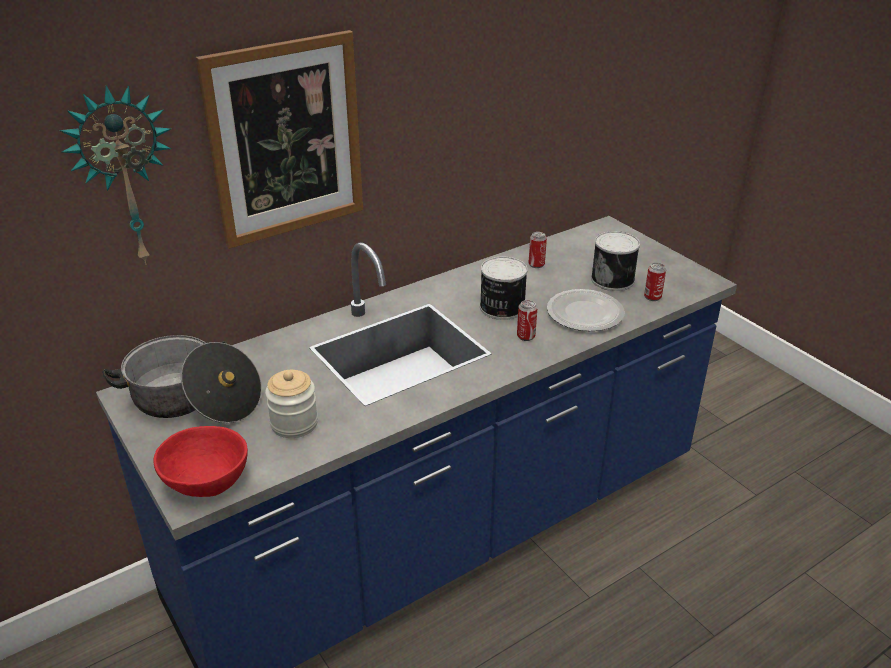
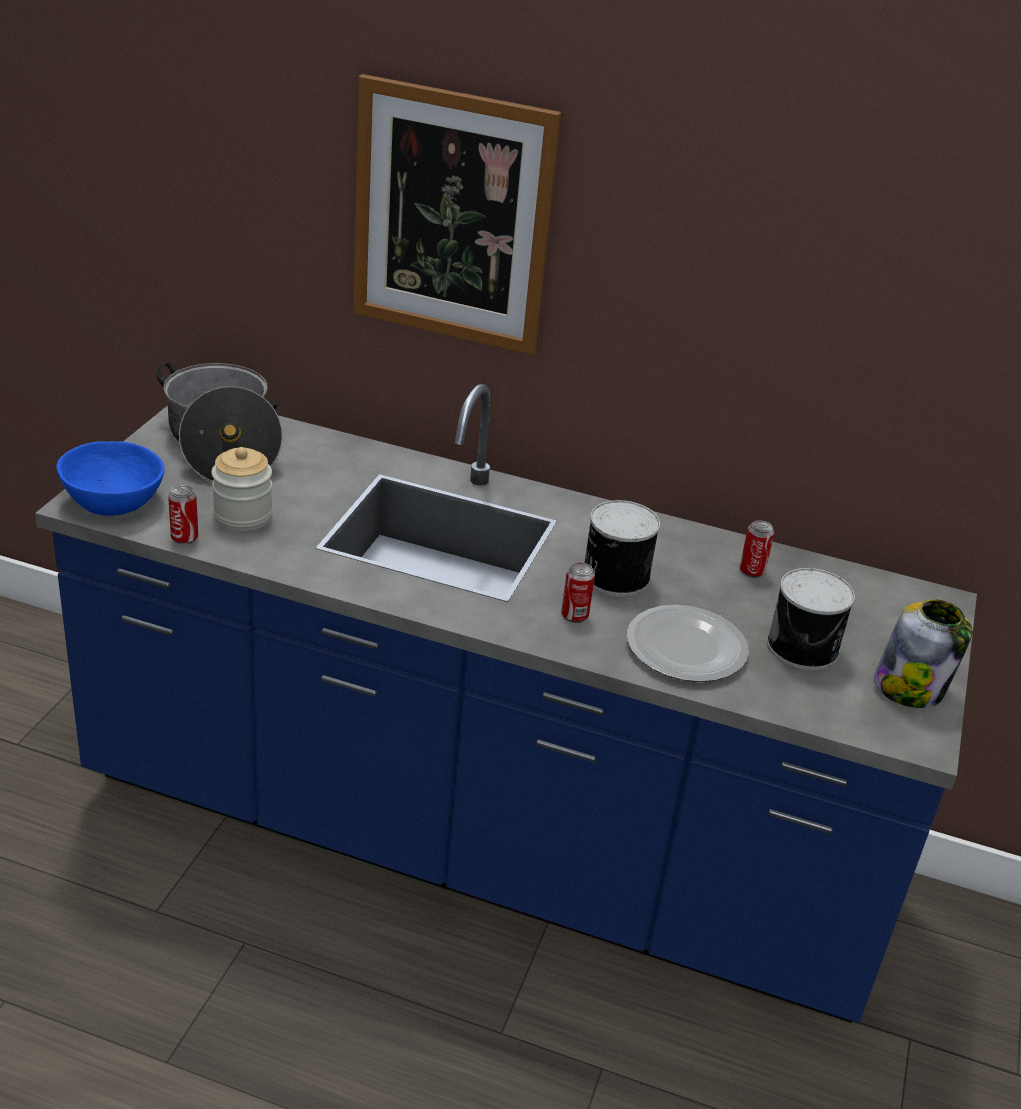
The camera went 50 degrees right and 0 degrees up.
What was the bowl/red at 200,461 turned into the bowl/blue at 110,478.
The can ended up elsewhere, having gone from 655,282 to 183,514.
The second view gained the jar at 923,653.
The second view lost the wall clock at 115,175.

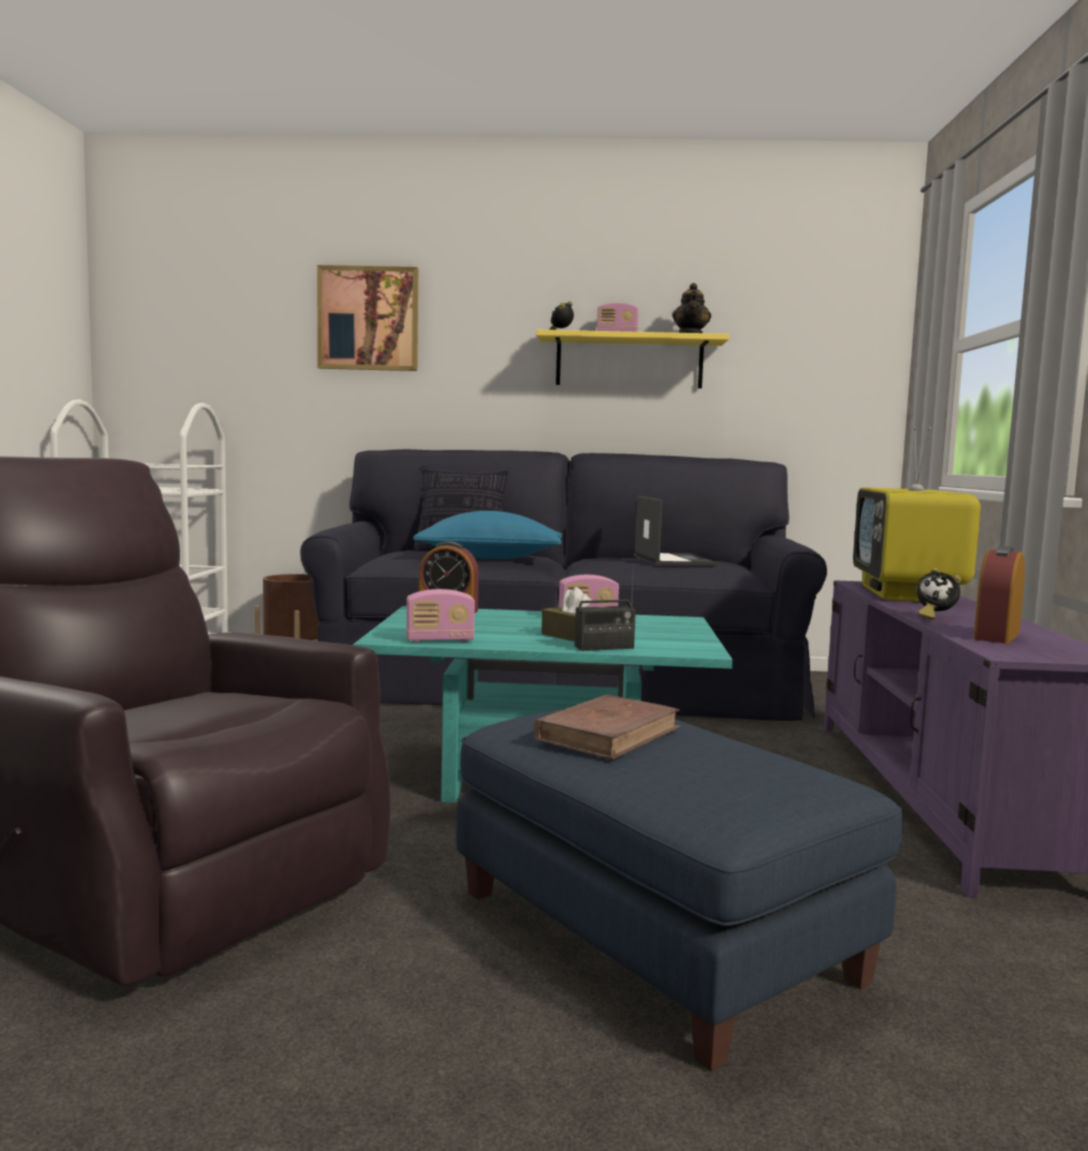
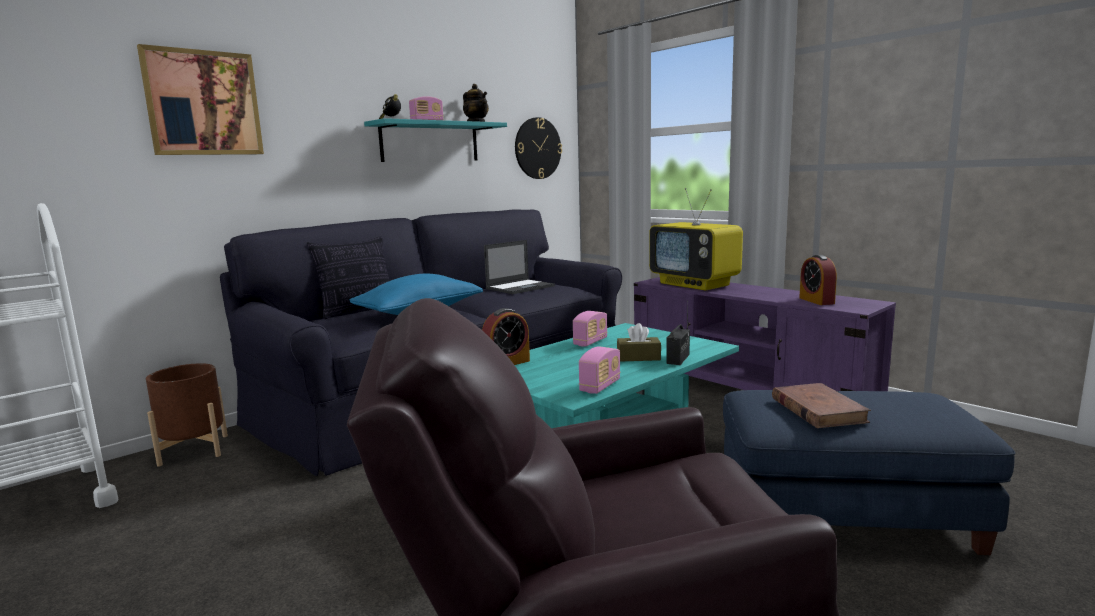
The camera went 45 degrees left and 5 degrees up.
What was the shelf/yellow at 633,359 turned into the shelf/turquoise at 435,140.
The laptop at 676,531 ended up facing another way, 105 degrees clockwise from before.
The second view gained the wall clock at 538,148.
The second view lost the alarm clock at 938,594.

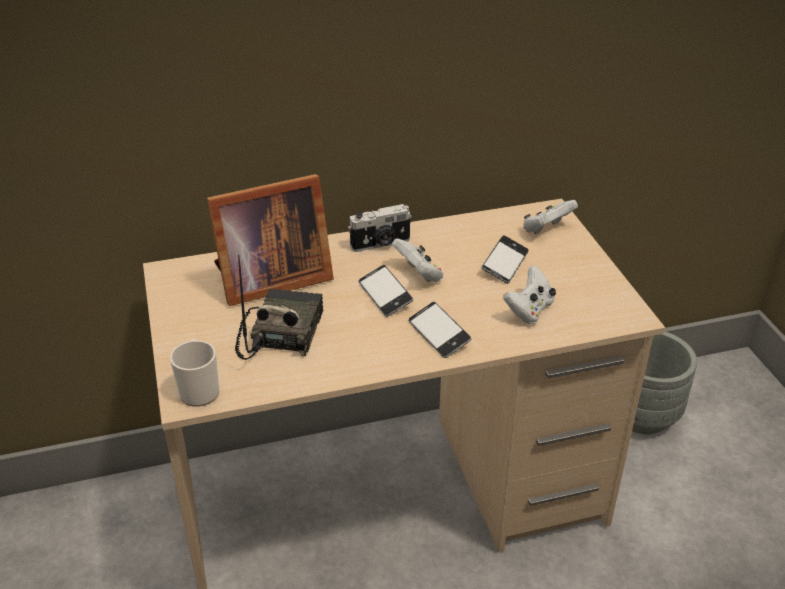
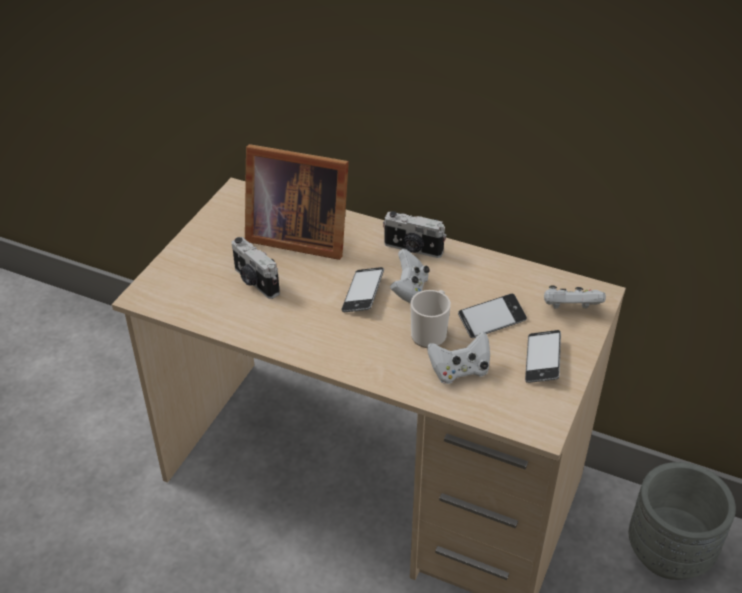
The camera went 40 degrees right and 5 degrees up.
Where the radio stood at 279,307, the photo camera came to stand at 256,268.
The mug ended up elsewhere, having gone from 194,373 to 430,319.
The phone ended up elsewhere, having gone from 440,330 to 543,356.

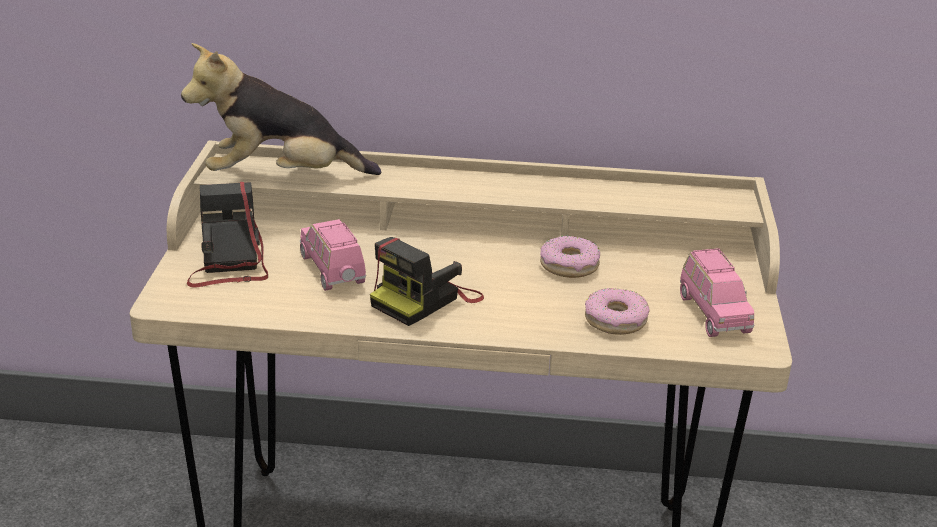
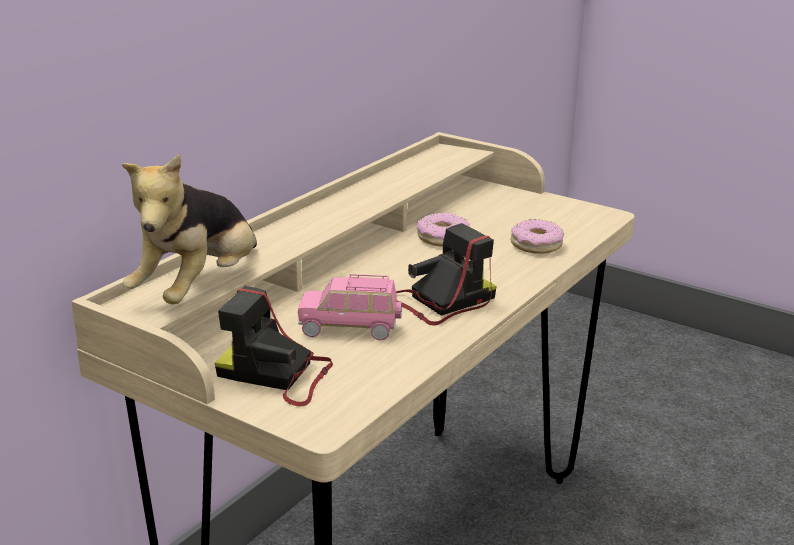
The camera went 60 degrees left and 5 degrees down.
The photo camera at 427,281 ended up facing another way, 105 degrees counterclockwise from before.
The second view lost the toy car/pink at 717,292.

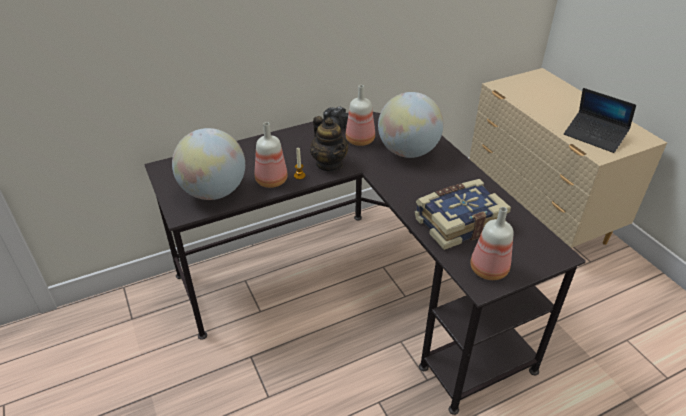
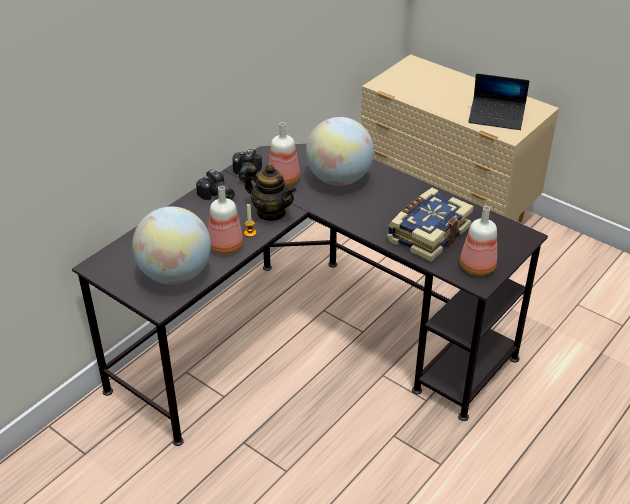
The camera went 25 degrees left and 0 degrees up.
The second view gained the photo camera at 215,184.

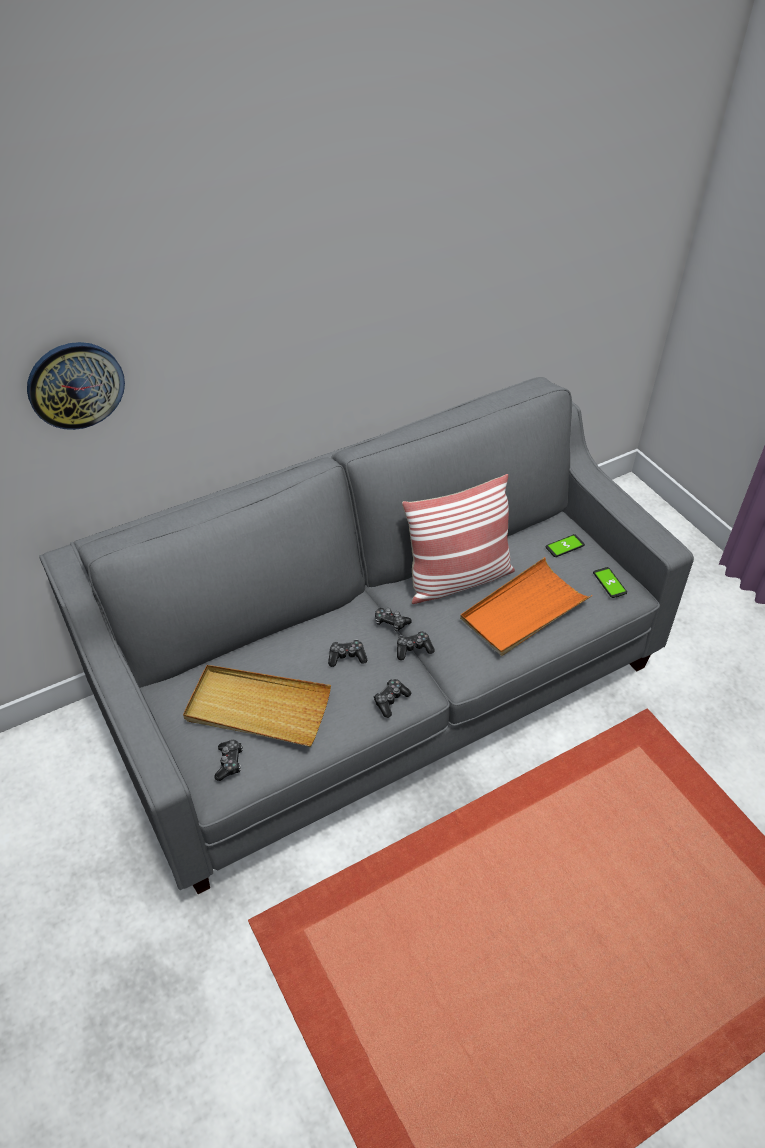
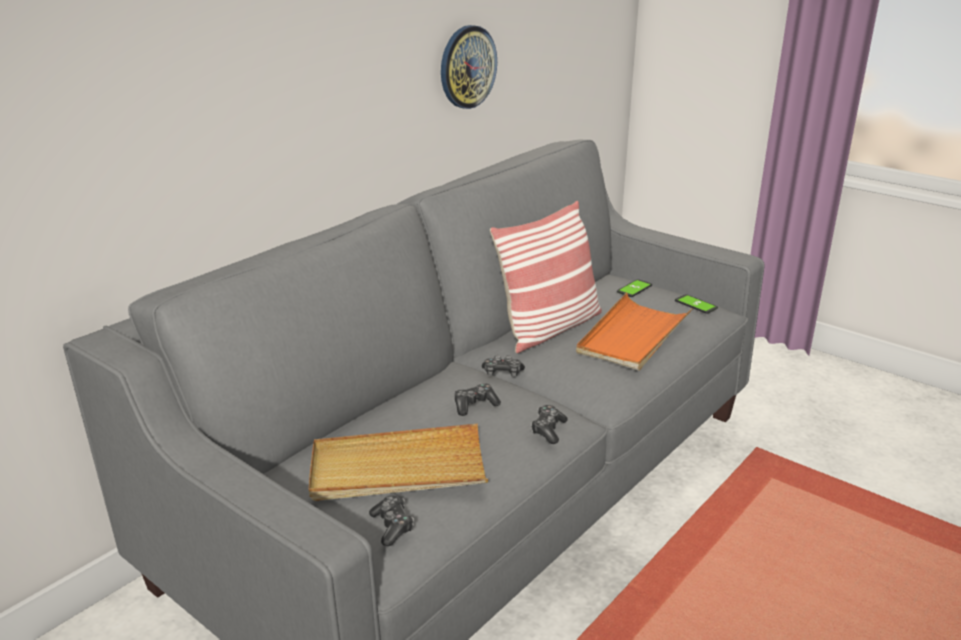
The camera went 20 degrees left and 20 degrees down.
The wall clock ended up elsewhere, having gone from 76,386 to 469,67.
The second view lost the game controller at 416,645.

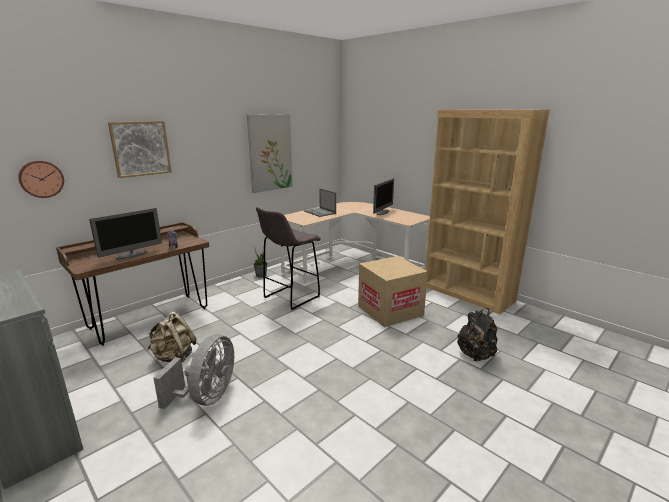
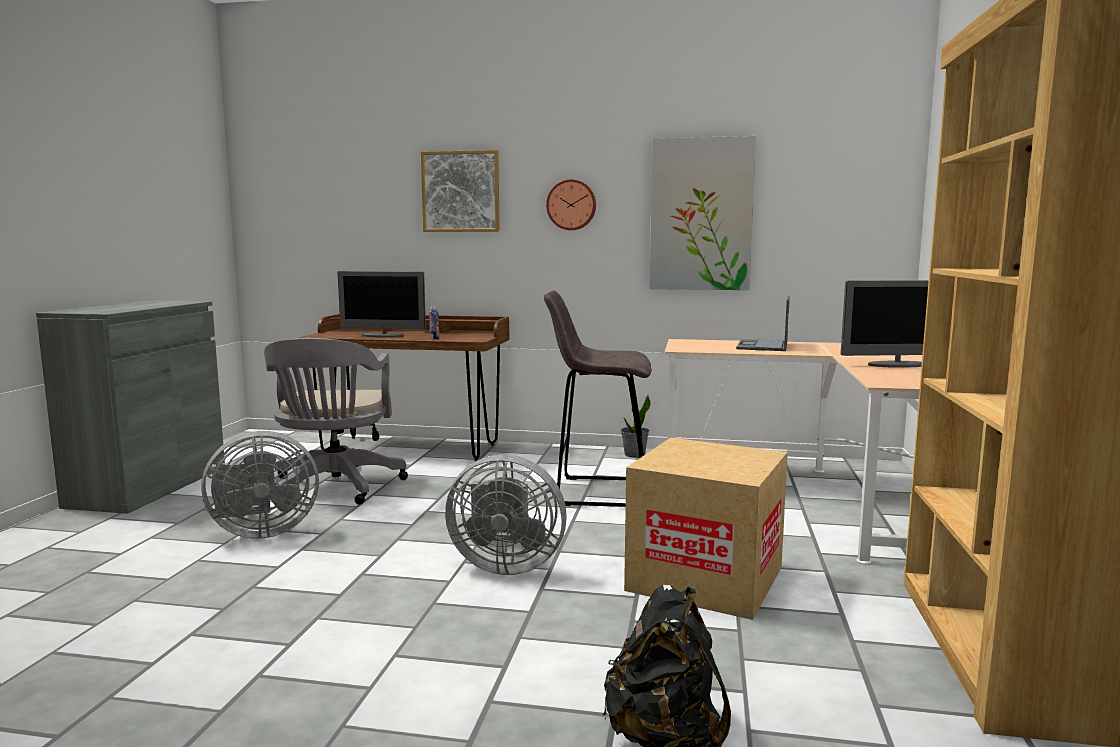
The camera went 55 degrees right and 10 degrees down.
Where the backpack/beige stood at 172,336, the office chair/grey came to stand at 336,421.
The second view gained the fan/grey at 506,514.
The wall clock ended up elsewhere, having gone from 41,179 to 571,204.

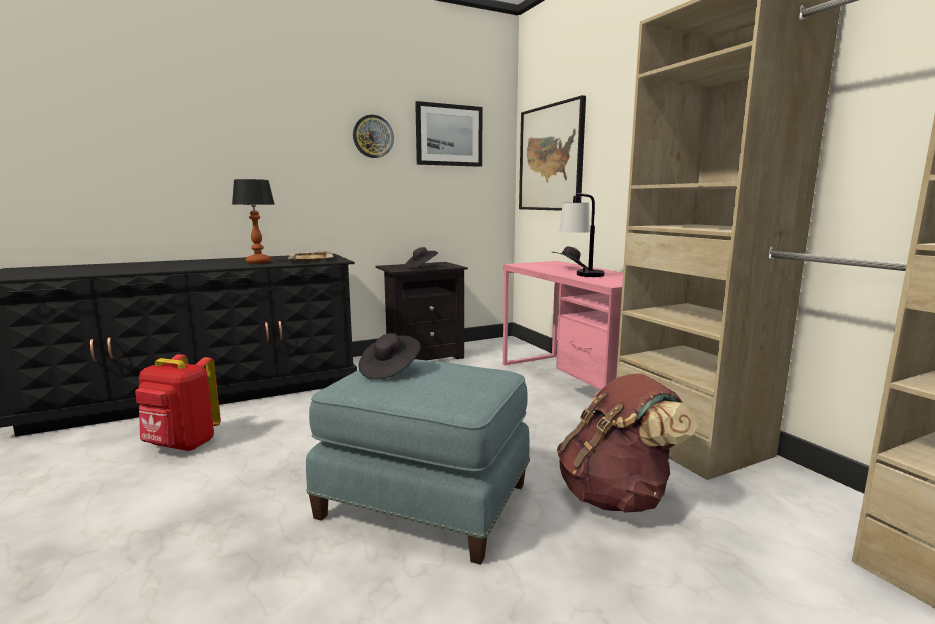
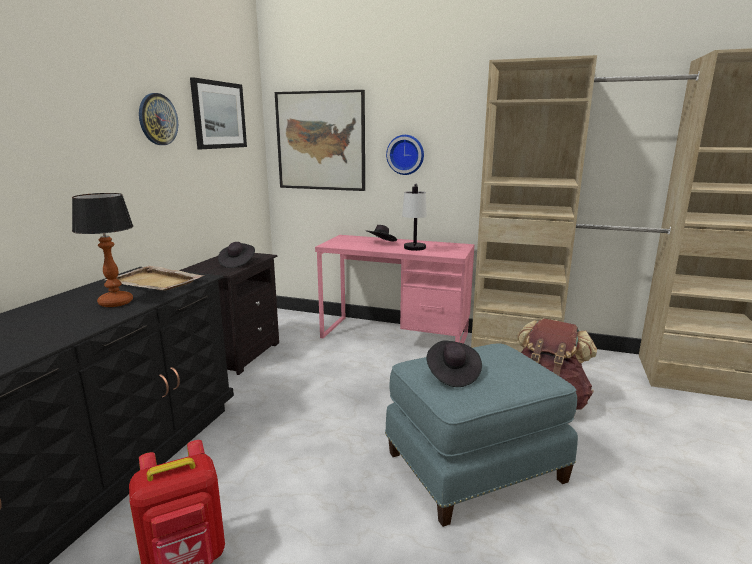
The camera went 45 degrees left and 5 degrees up.
The second view gained the wall clock at 405,155.

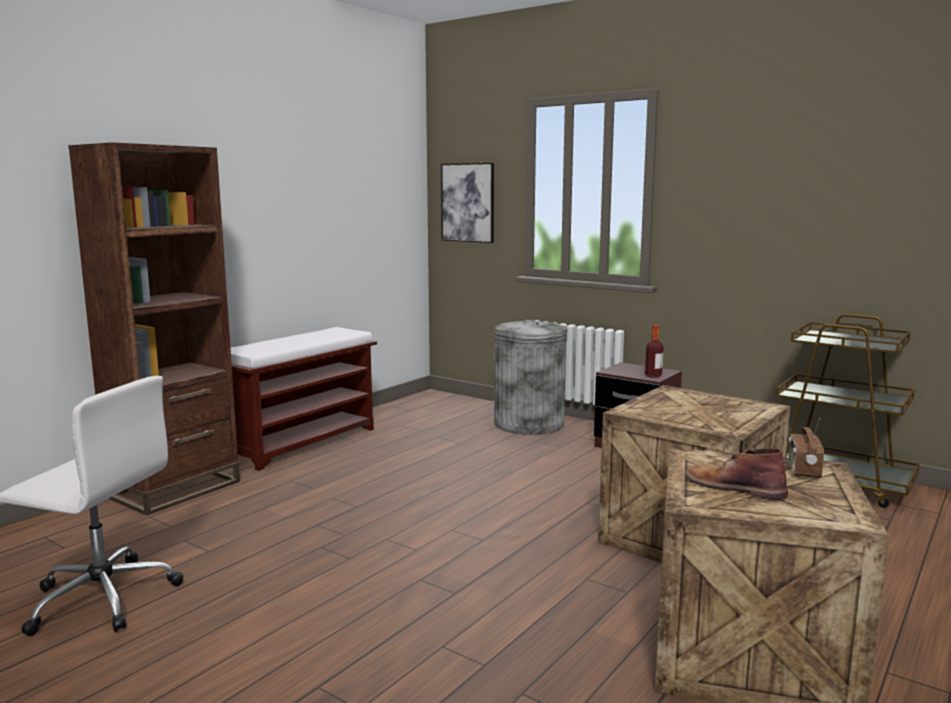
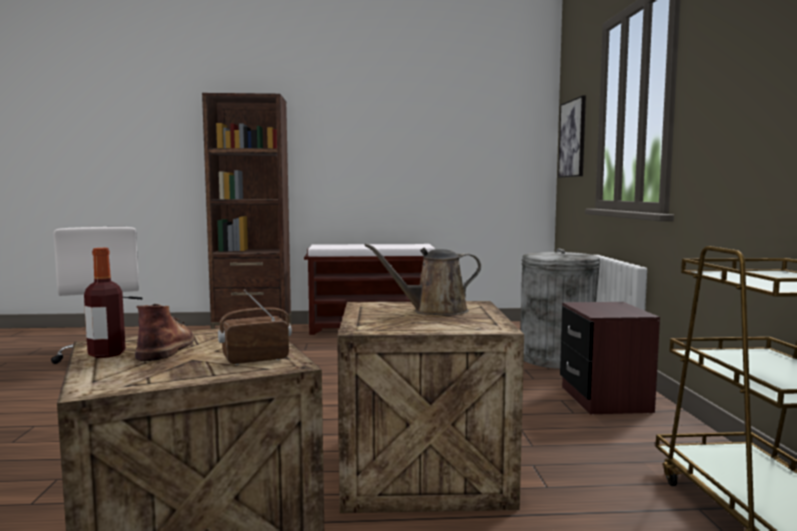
The camera went 50 degrees right and 5 degrees down.
The bottle ended up elsewhere, having gone from 654,351 to 105,303.
The second view gained the watering can/brown at 422,279.

